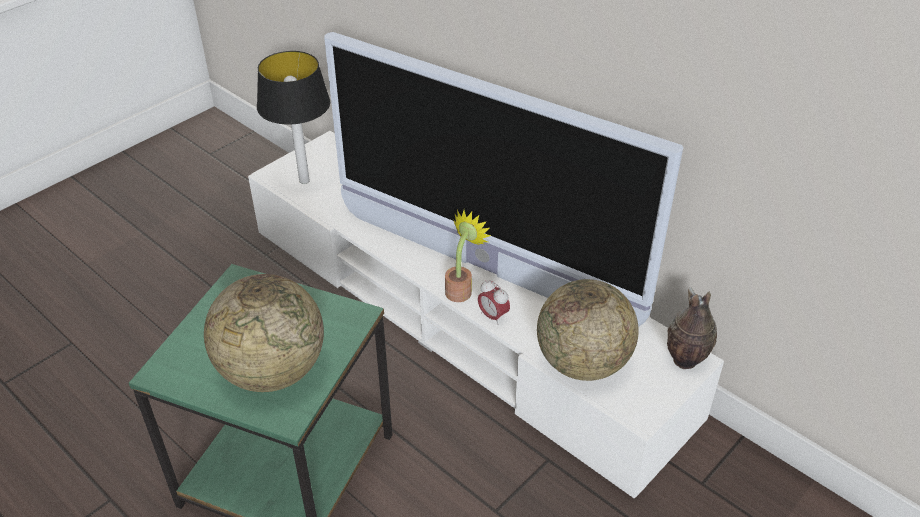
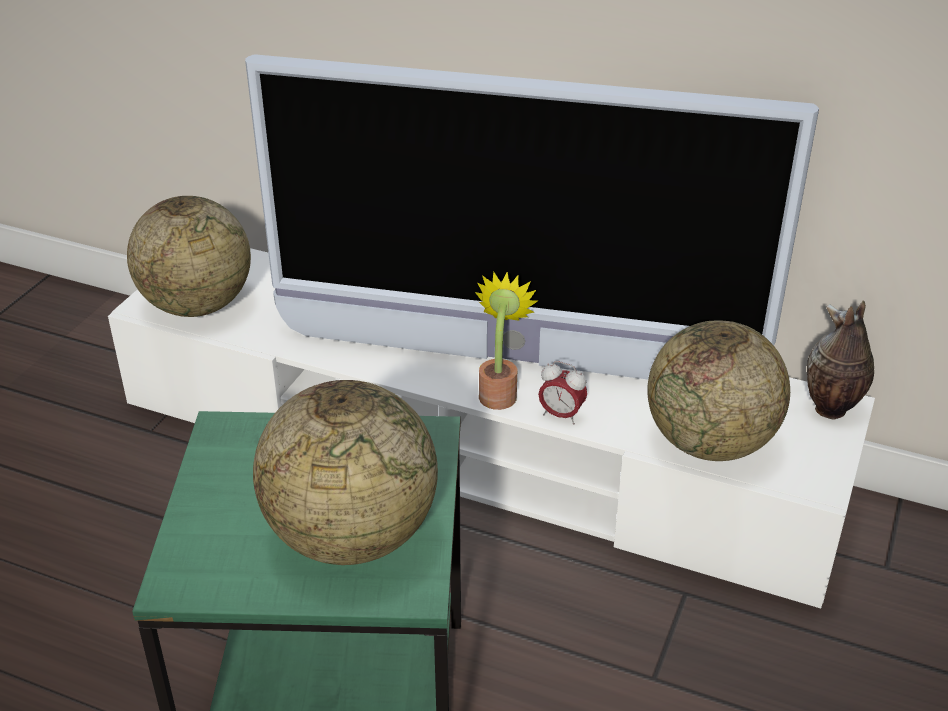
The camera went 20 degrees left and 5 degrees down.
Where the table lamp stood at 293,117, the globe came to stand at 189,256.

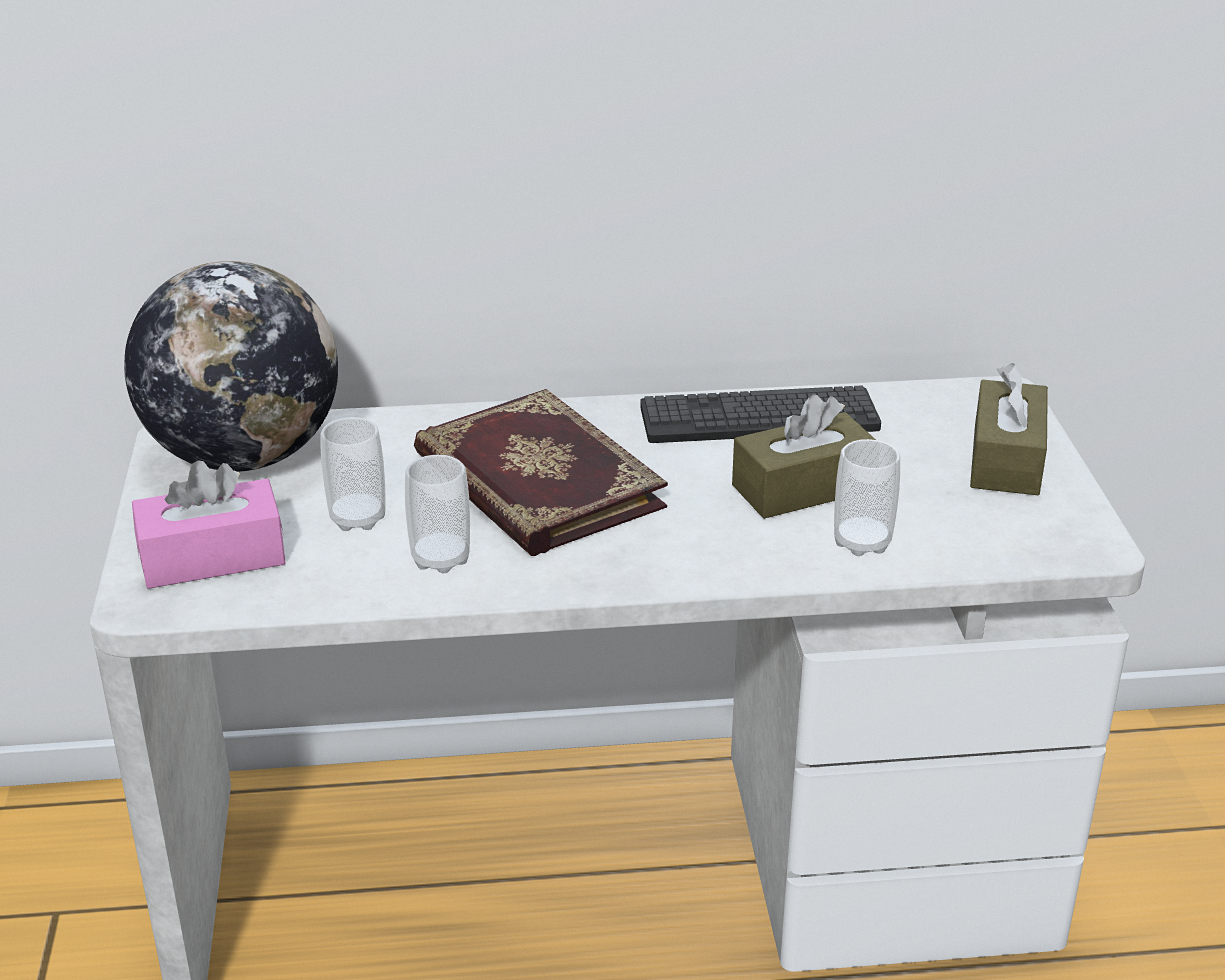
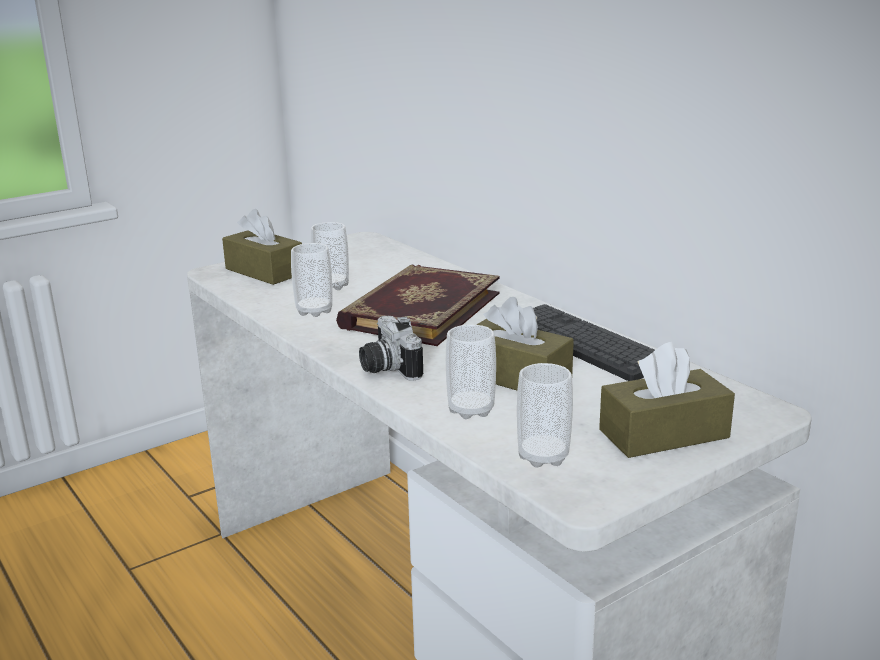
The camera went 60 degrees right and 10 degrees down.
What was the tissue box/pink at 209,524 turned into the tissue box/brown at 262,247.
The second view gained the photo camera at 391,348.
The second view gained the cup at 545,415.
The second view lost the globe at 231,366.

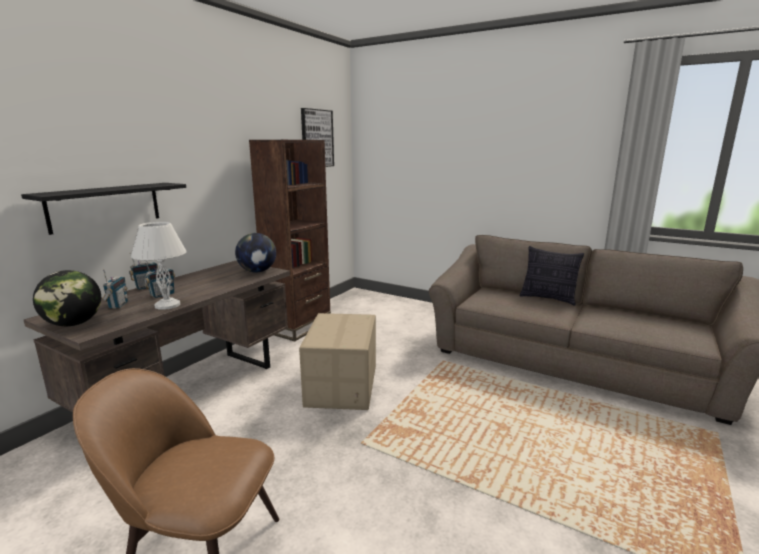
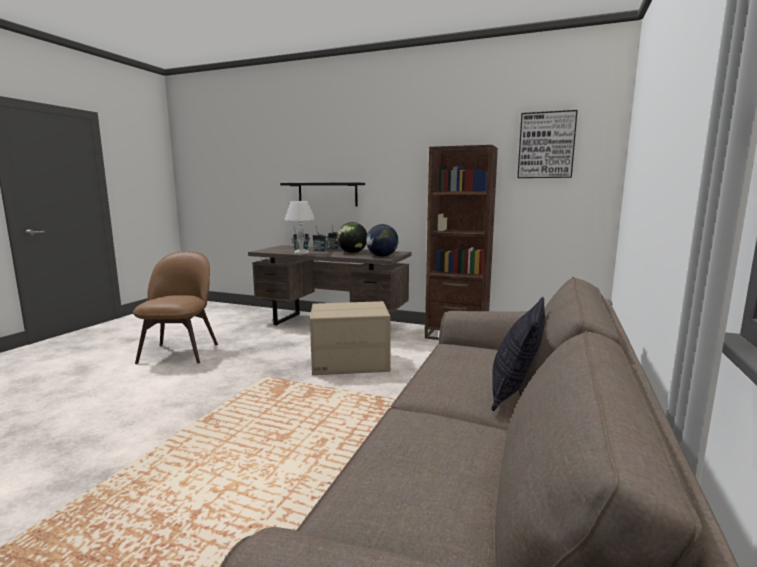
The camera went 80 degrees right and 5 degrees down.
The globe ended up elsewhere, having gone from 67,298 to 352,237.

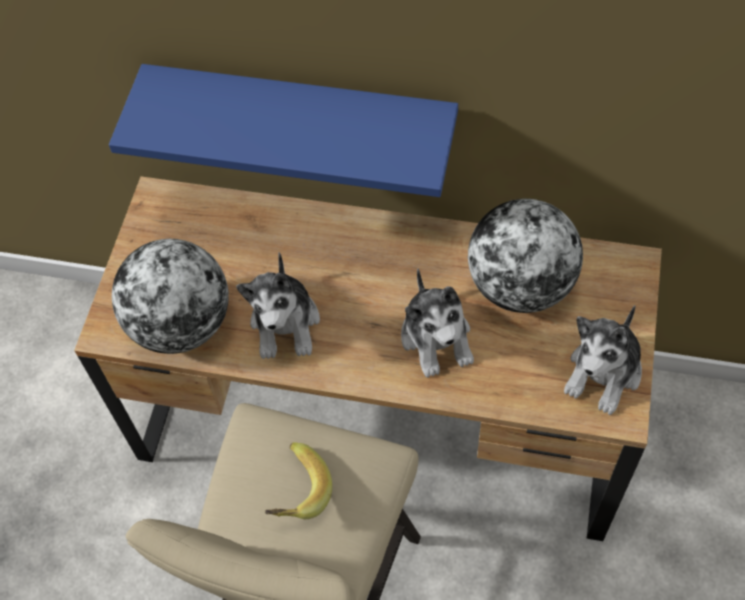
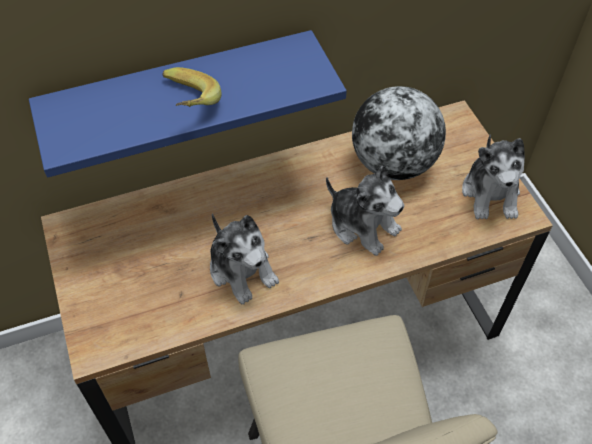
The camera went 35 degrees left and 5 degrees down.
The banana ended up elsewhere, having gone from 298,480 to 192,87.
The second view lost the globe at 170,296.

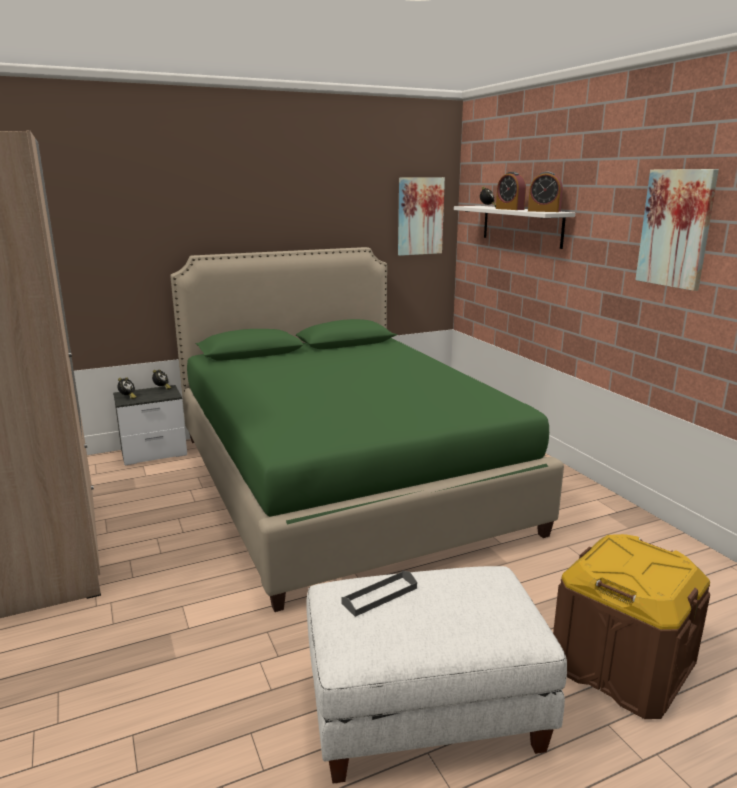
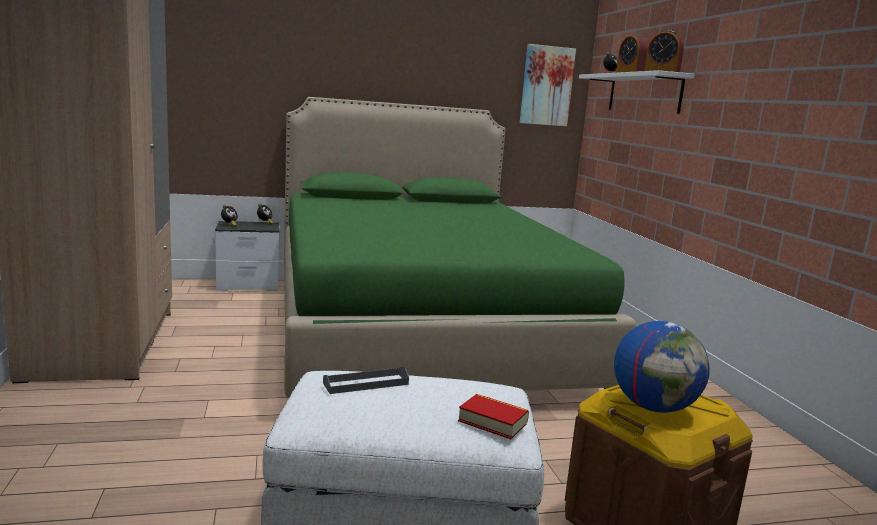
The camera went 10 degrees right and 5 degrees down.
The second view gained the book at 493,416.
The second view gained the globe at 662,367.
The second view lost the picture at 677,230.

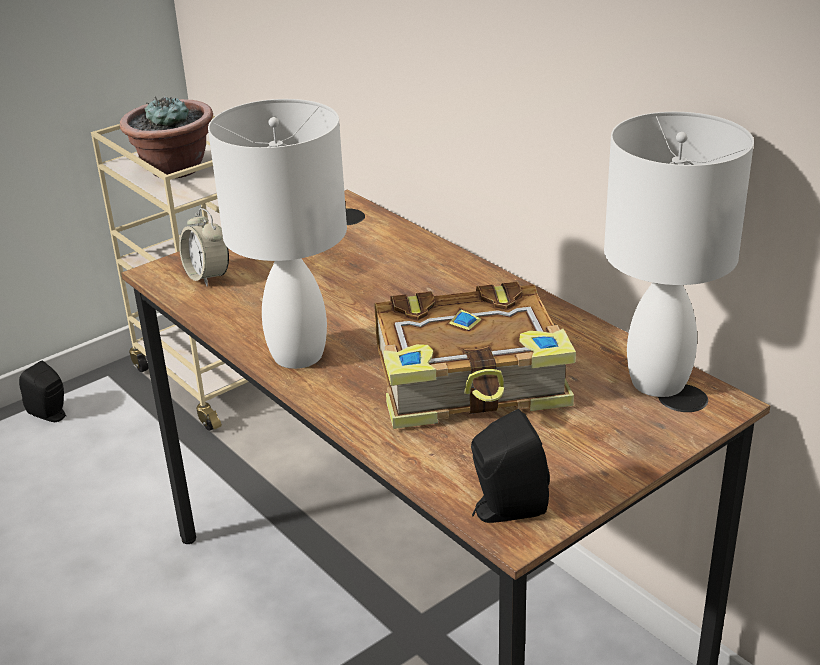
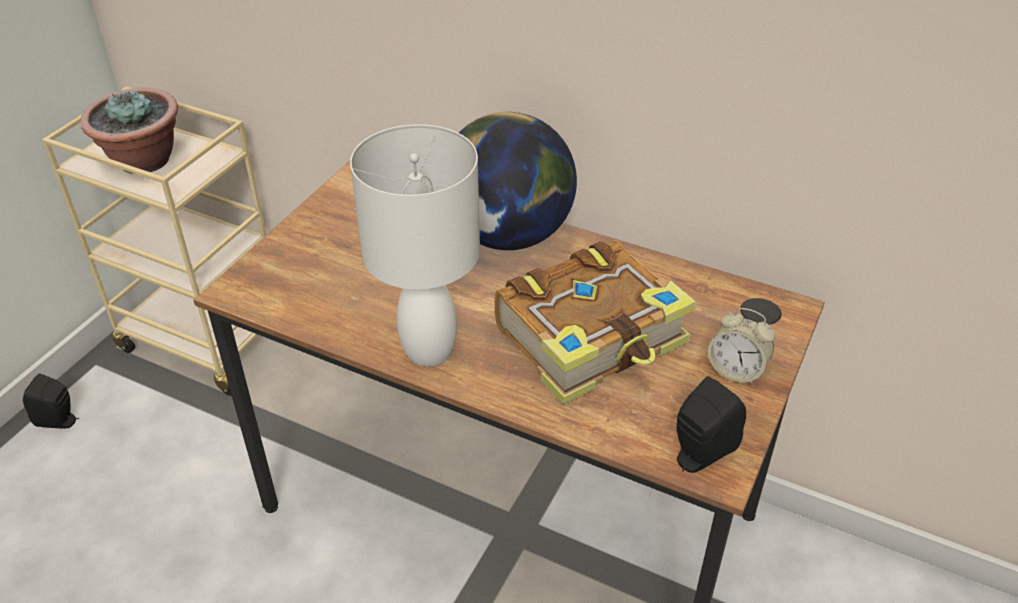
The camera went 25 degrees left and 10 degrees up.
The second view gained the globe at 518,181.
The alarm clock ended up elsewhere, having gone from 204,247 to 741,346.
The second view lost the table lamp/white at 679,254.

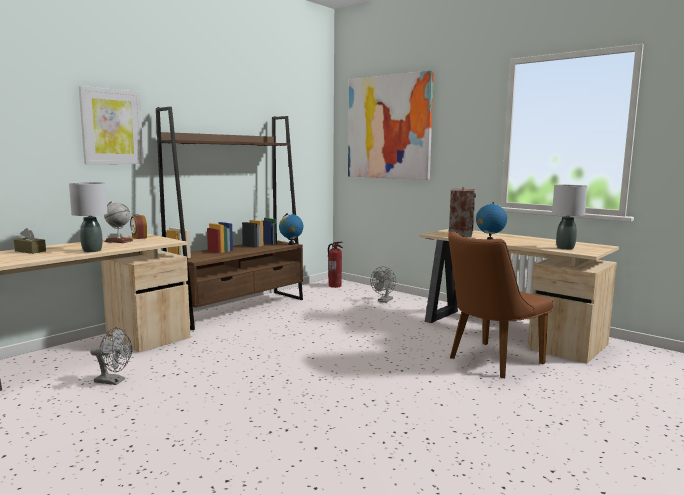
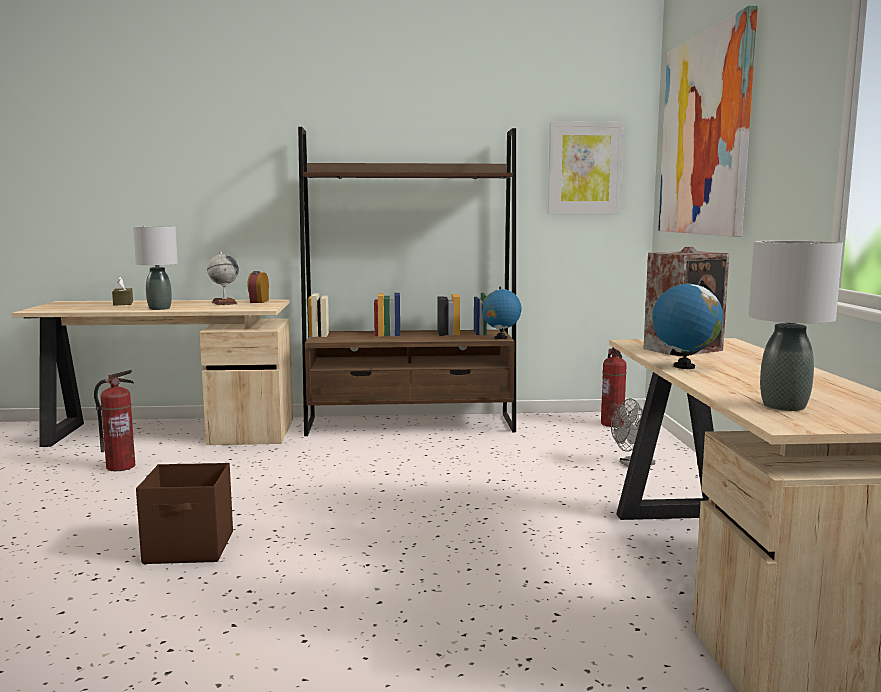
The camera went 45 degrees right and 0 degrees up.
Where the fan/grey stood at 111,356, the fire extinguisher came to stand at 114,420.
The second view gained the storage box/brown at 184,513.
The picture ended up elsewhere, having gone from 111,125 to 586,167.
The second view lost the chair/brown at 500,305.

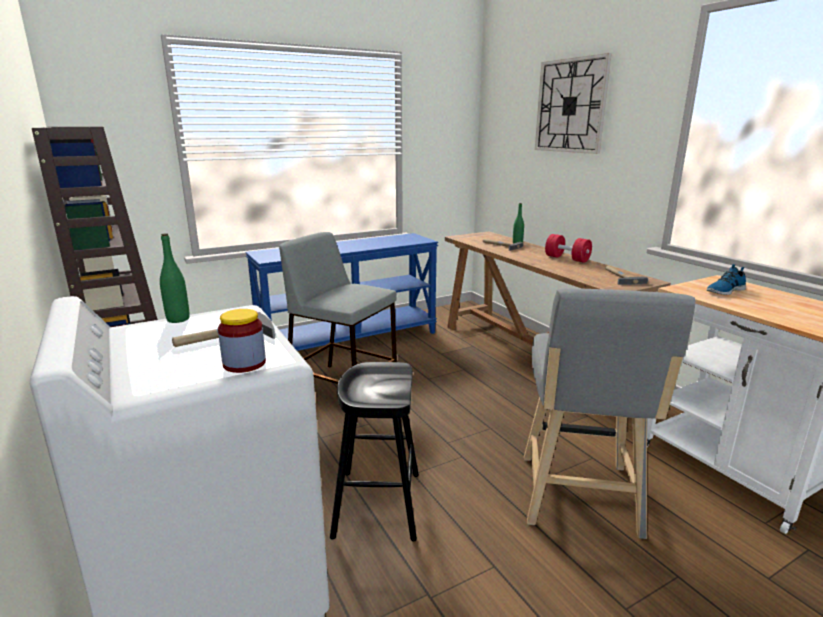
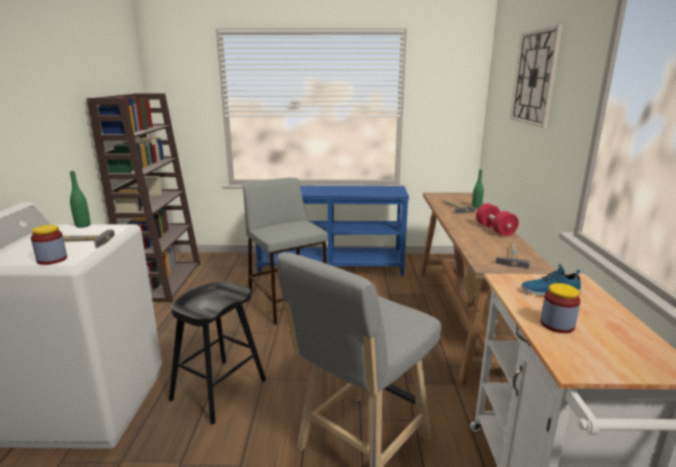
The camera went 30 degrees right and 0 degrees up.
The second view gained the jar at 560,308.

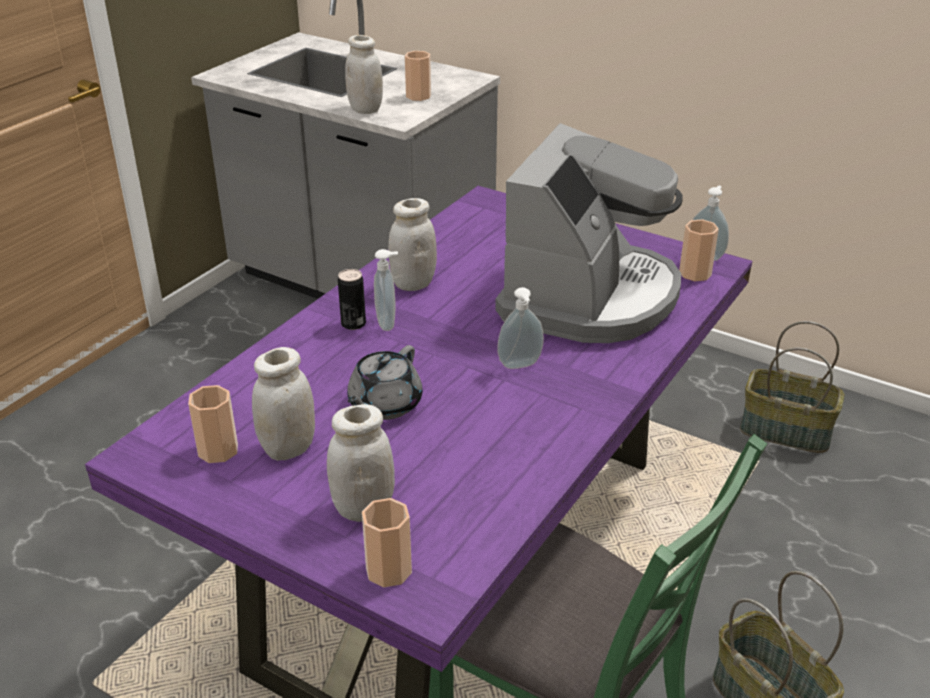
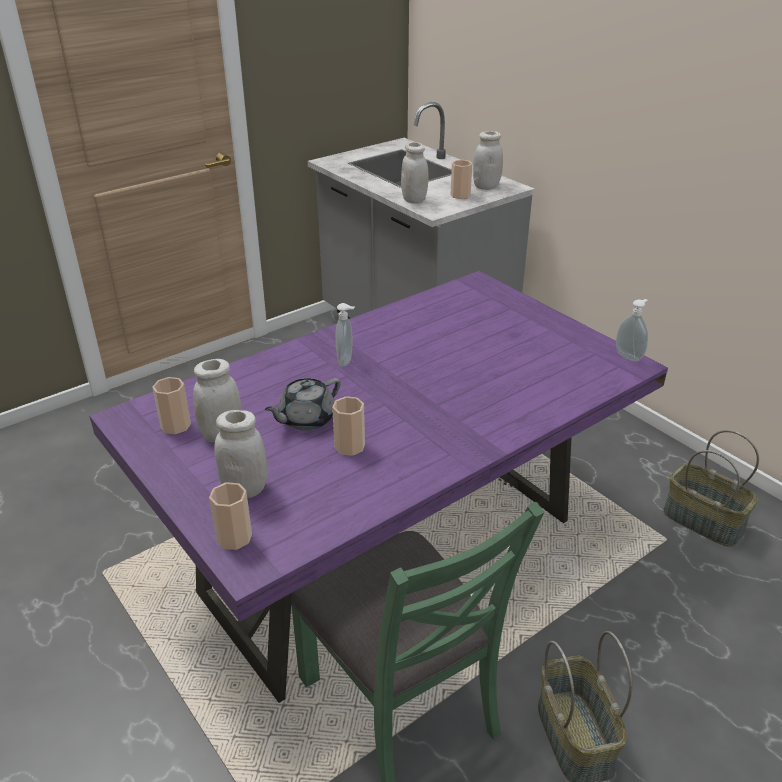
The camera went 20 degrees right and 0 degrees up.
The cup ended up elsewhere, having gone from 699,250 to 348,426.
The jar/white ended up elsewhere, having gone from 412,244 to 488,160.
The second view lost the can at 352,299.
The second view lost the coffee machine at 589,233.
The second view lost the soap dispenser at 520,328.

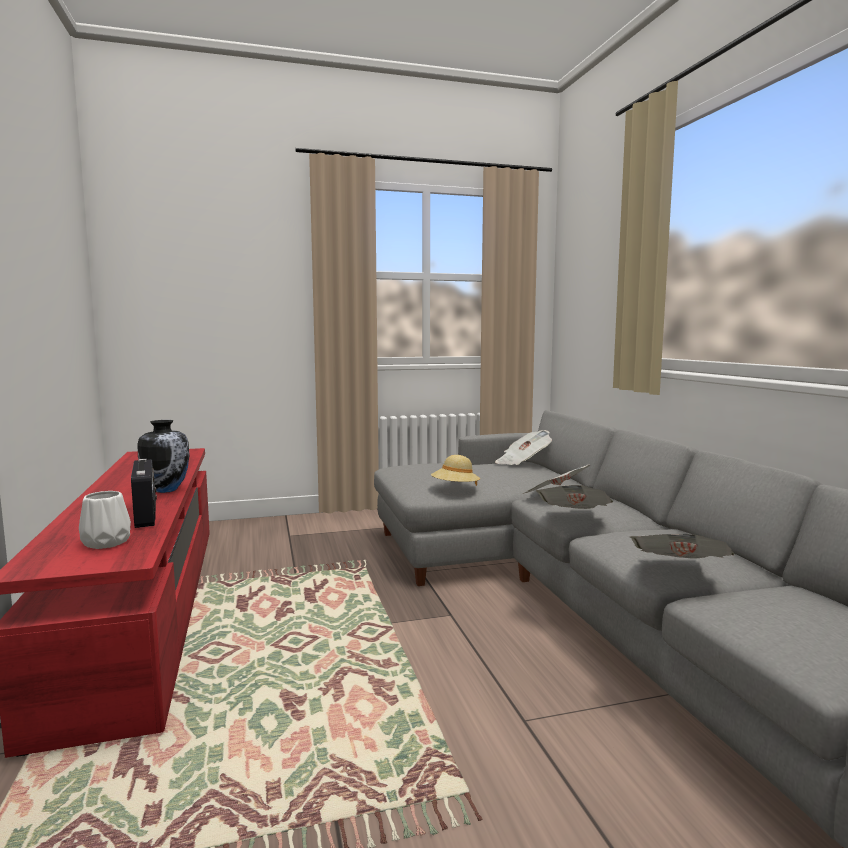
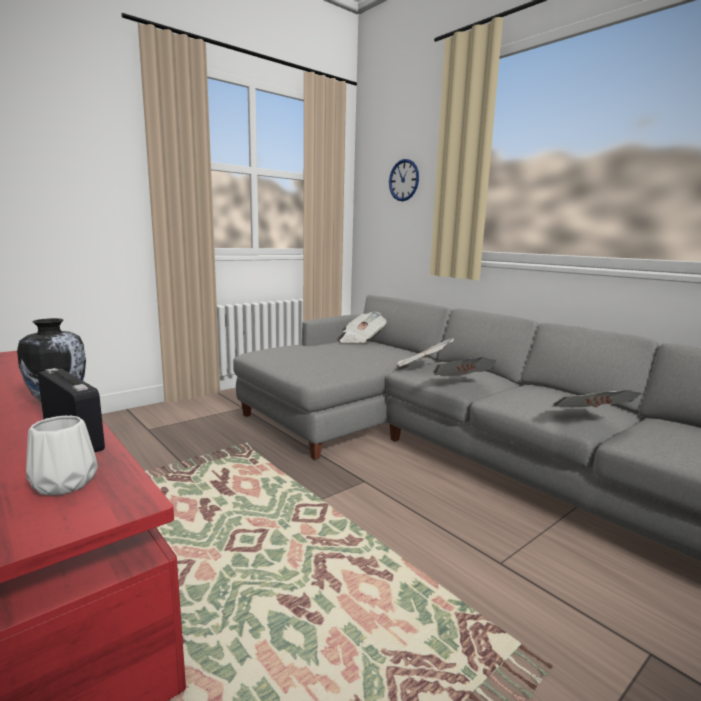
The camera went 25 degrees left and 5 degrees up.
The second view gained the wall clock at 404,180.
The second view lost the hat/beige at 455,470.

